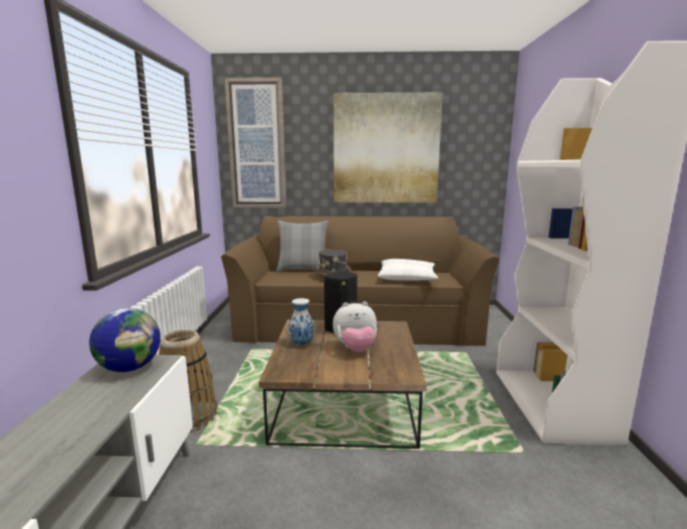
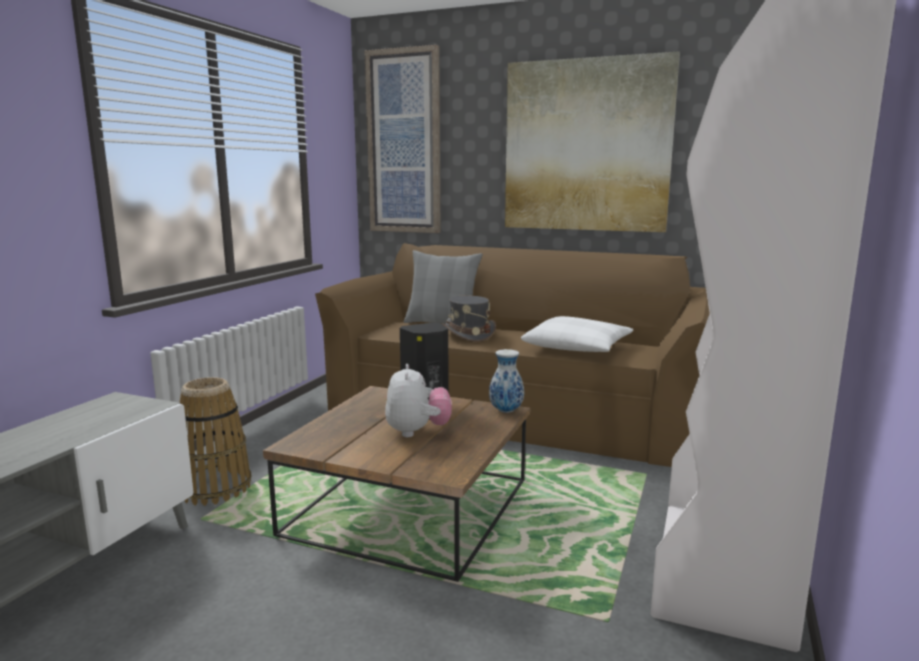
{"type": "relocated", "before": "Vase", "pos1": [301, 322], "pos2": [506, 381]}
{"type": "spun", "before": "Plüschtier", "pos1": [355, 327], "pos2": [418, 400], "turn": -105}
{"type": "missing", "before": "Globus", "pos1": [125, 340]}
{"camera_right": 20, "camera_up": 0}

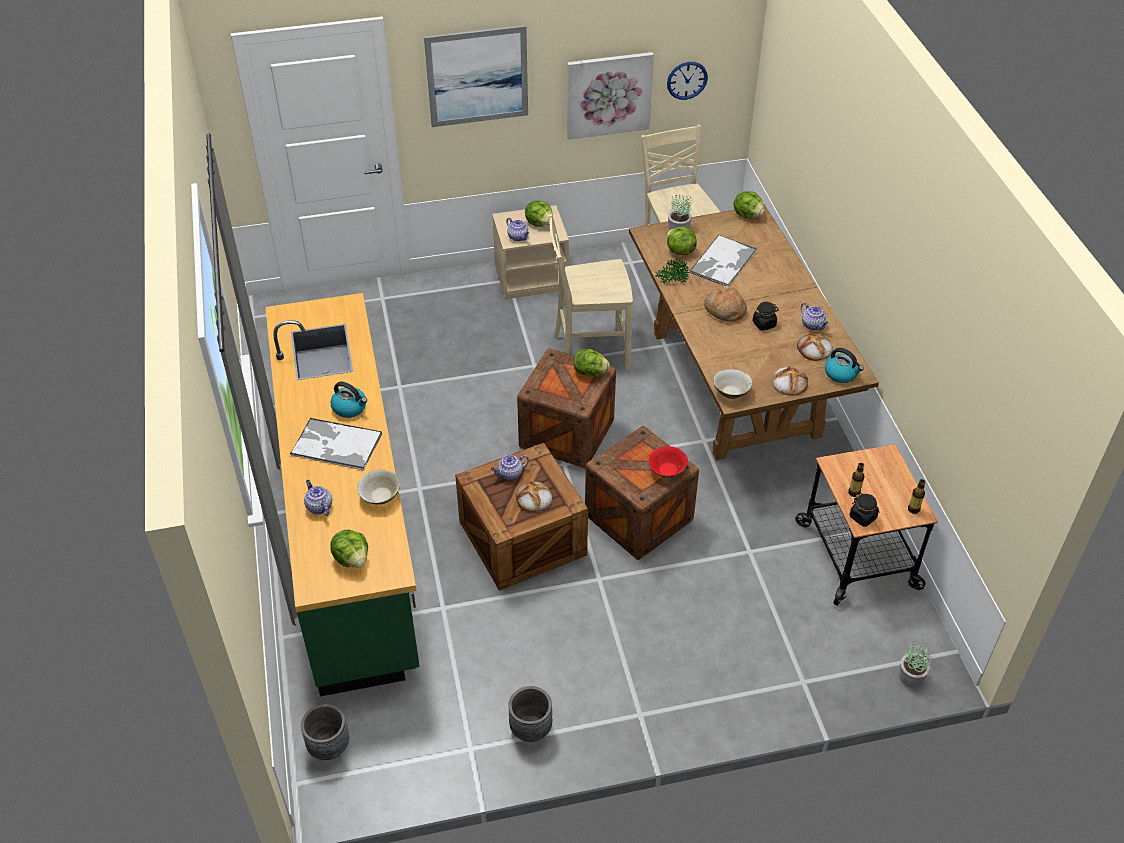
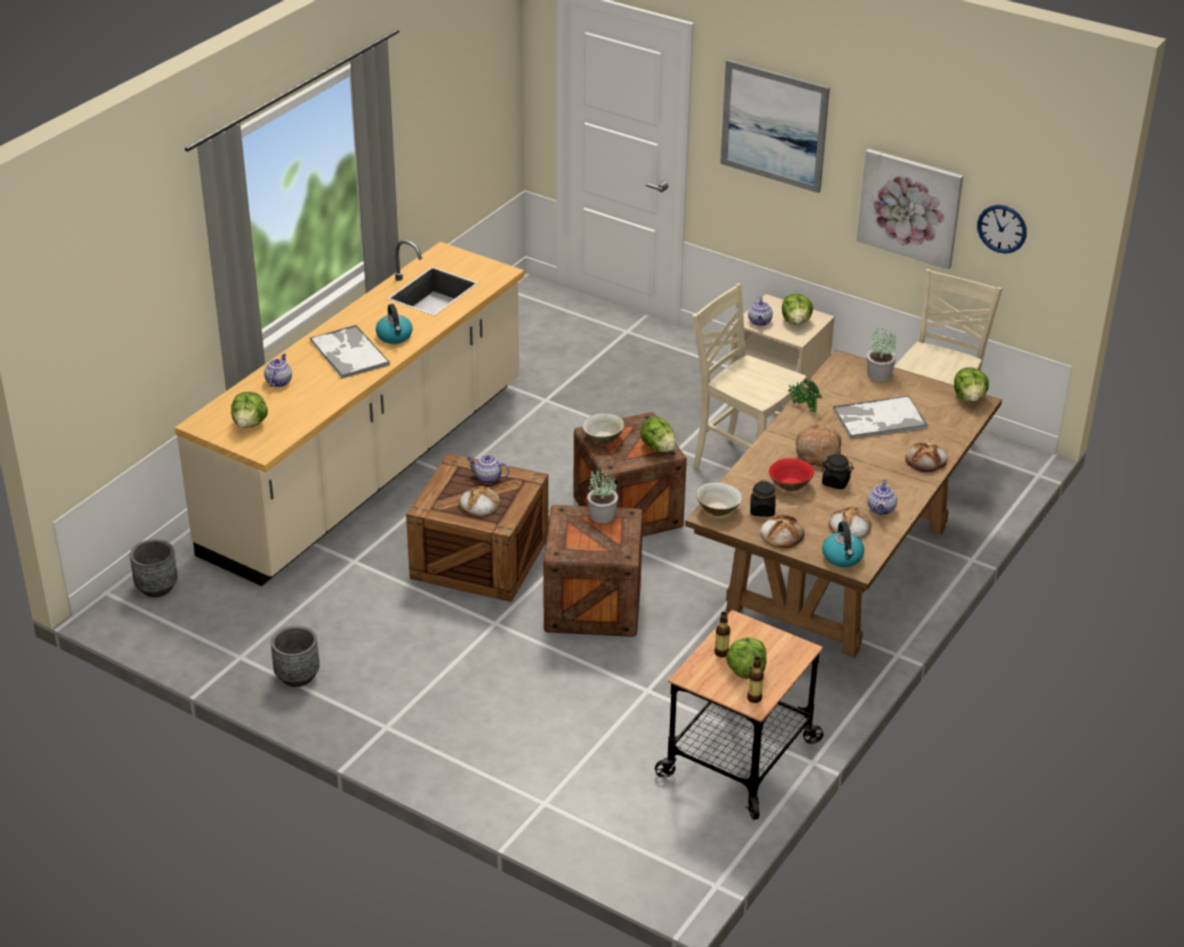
{"type": "relocated", "before": "Salatkopf", "pos1": [682, 241], "pos2": [746, 658]}
{"type": "colour", "before": "Küchenzeile [grün]", "after": "Küchenzeile [beige]", "pos1": [342, 494], "pos2": [349, 413]}
{"type": "relocated", "before": "Schüssel [rot]", "pos1": [668, 462], "pos2": [791, 474]}
{"type": "relocated", "before": "Schüssel [beige]", "pos1": [378, 487], "pos2": [603, 428]}
{"type": "relocated", "before": "Vorratsglas [schwarz]", "pos1": [865, 510], "pos2": [763, 498]}
{"type": "relocated", "before": "Topfpflanze", "pos1": [916, 663], "pos2": [602, 495]}
{"type": "appeared", "after": "Brot", "pos2": [926, 457]}
{"camera_right": 45, "camera_up": -10}

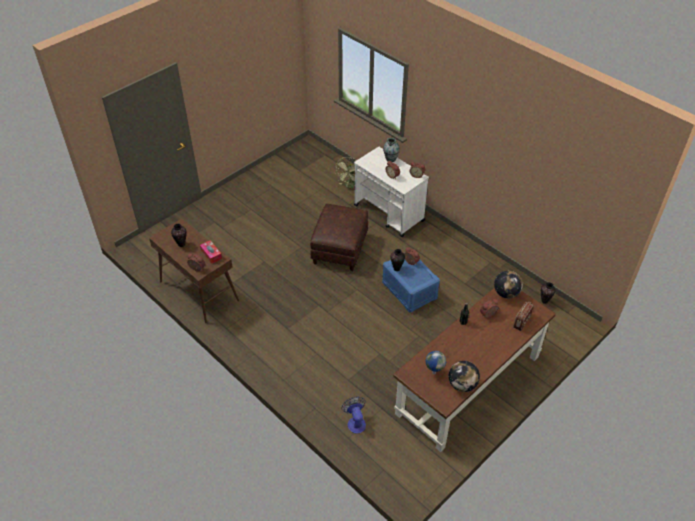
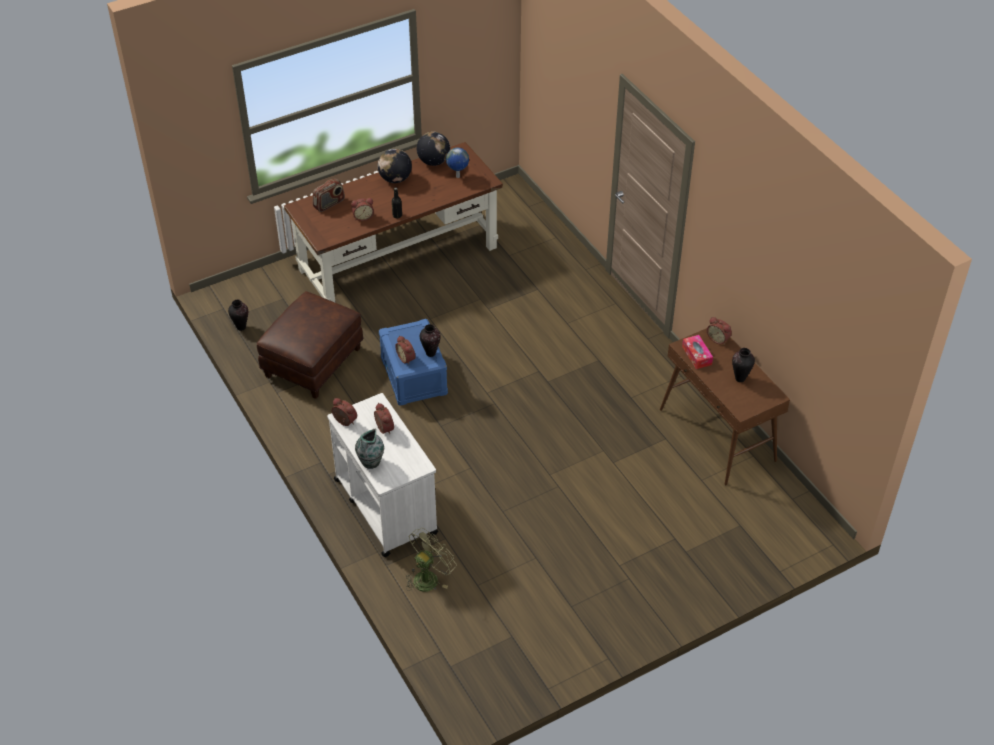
{"type": "relocated", "before": "Polsterhocker [braun]", "pos1": [339, 237], "pos2": [310, 345]}
{"type": "relocated", "before": "Globus", "pos1": [508, 285], "pos2": [395, 166]}
{"type": "missing", "before": "Ventilator", "pos1": [353, 414]}
{"camera_right": -165, "camera_up": 0}

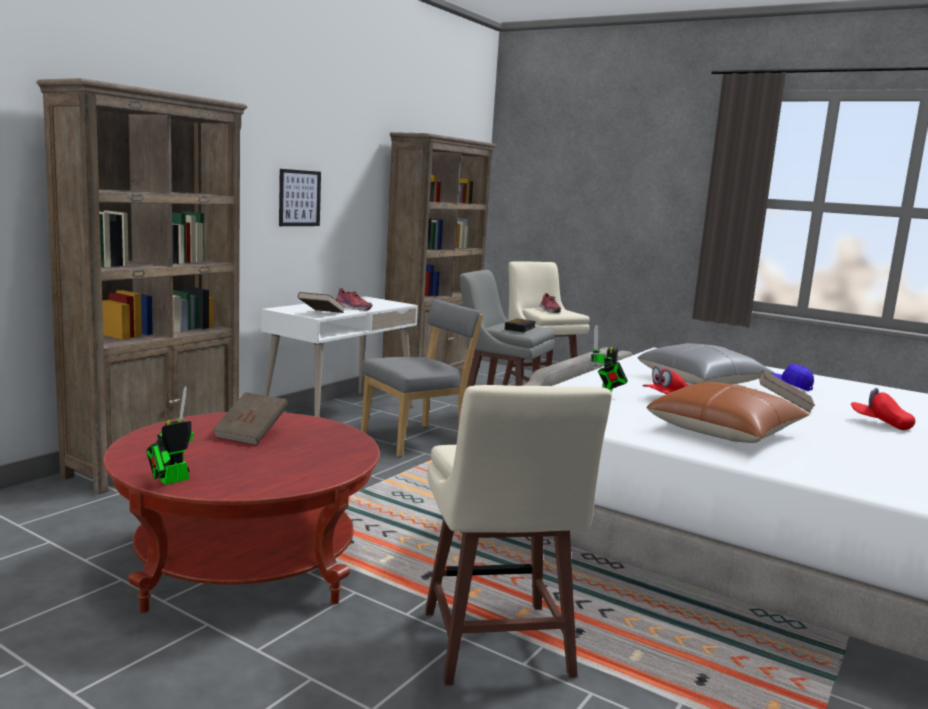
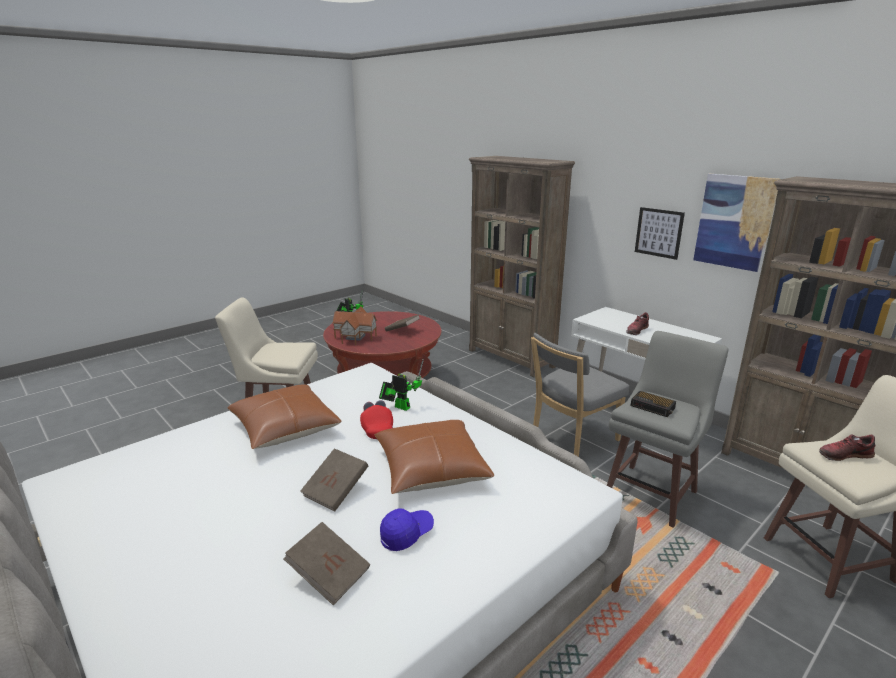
{"type": "relocated", "before": "Buch [braun]", "pos1": [321, 302], "pos2": [326, 563]}
{"type": "spun", "before": "Stuhl [grau]", "pos1": [422, 378], "pos2": [580, 395], "turn": 75}
{"type": "colour", "before": "Kissen [grau]", "after": "Kissen [braun]", "pos1": [706, 363], "pos2": [434, 457]}
{"type": "missing", "before": "Kappe [rot]", "pos1": [883, 409]}
{"type": "appeared", "after": "Bild", "pos2": [736, 223]}
{"type": "appeared", "after": "Spielzeughaus", "pos2": [354, 325]}
{"camera_right": 105, "camera_up": 10}

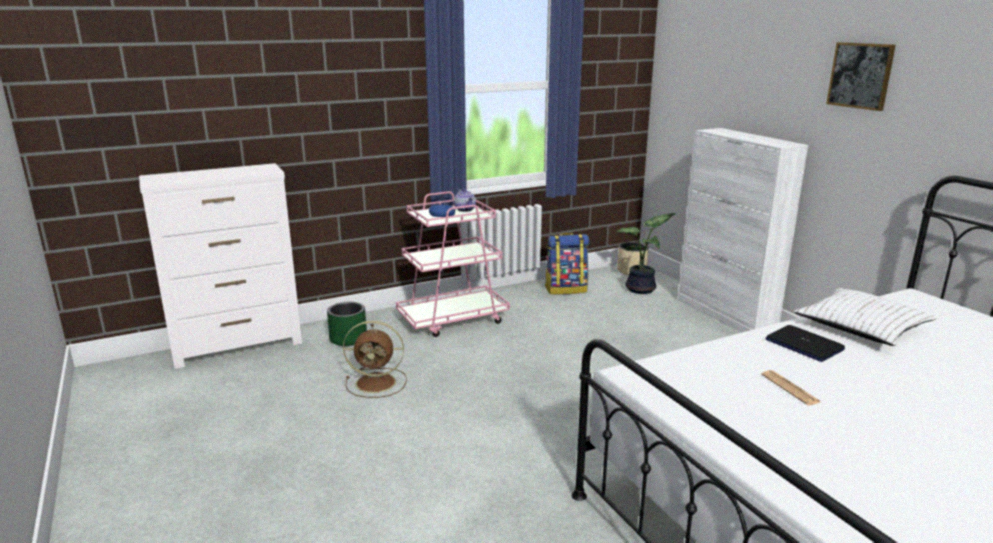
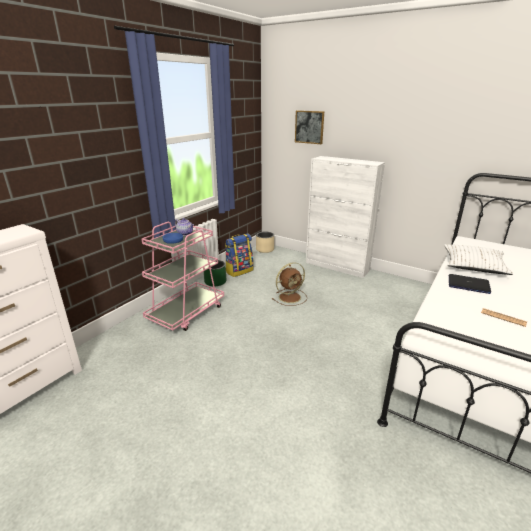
{"type": "relocated", "before": "Bild", "pos1": [861, 76], "pos2": [309, 127]}
{"type": "missing", "before": "Topfpflanze", "pos1": [646, 253]}
{"type": "relocated", "before": "Pflanzkübel [grün]", "pos1": [347, 324], "pos2": [215, 273]}
{"type": "relocated", "before": "Ventilator [braun]", "pos1": [375, 359], "pos2": [289, 284]}
{"camera_right": -30, "camera_up": 5}

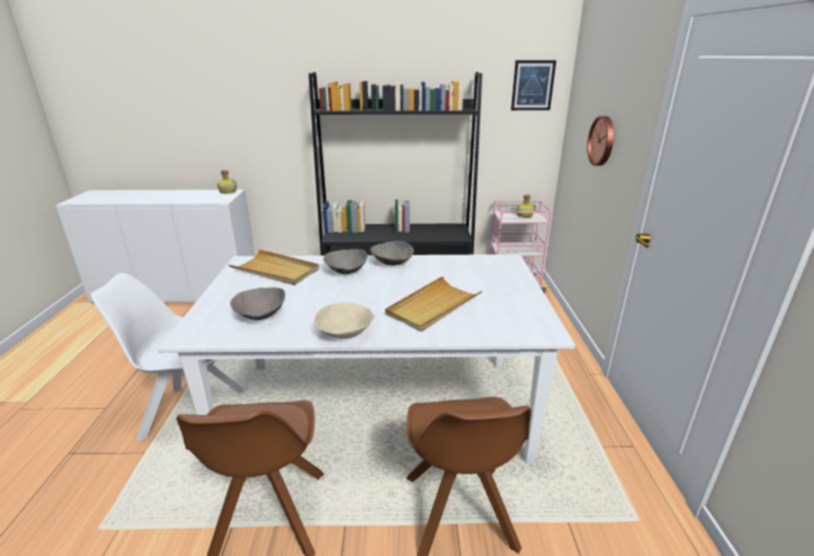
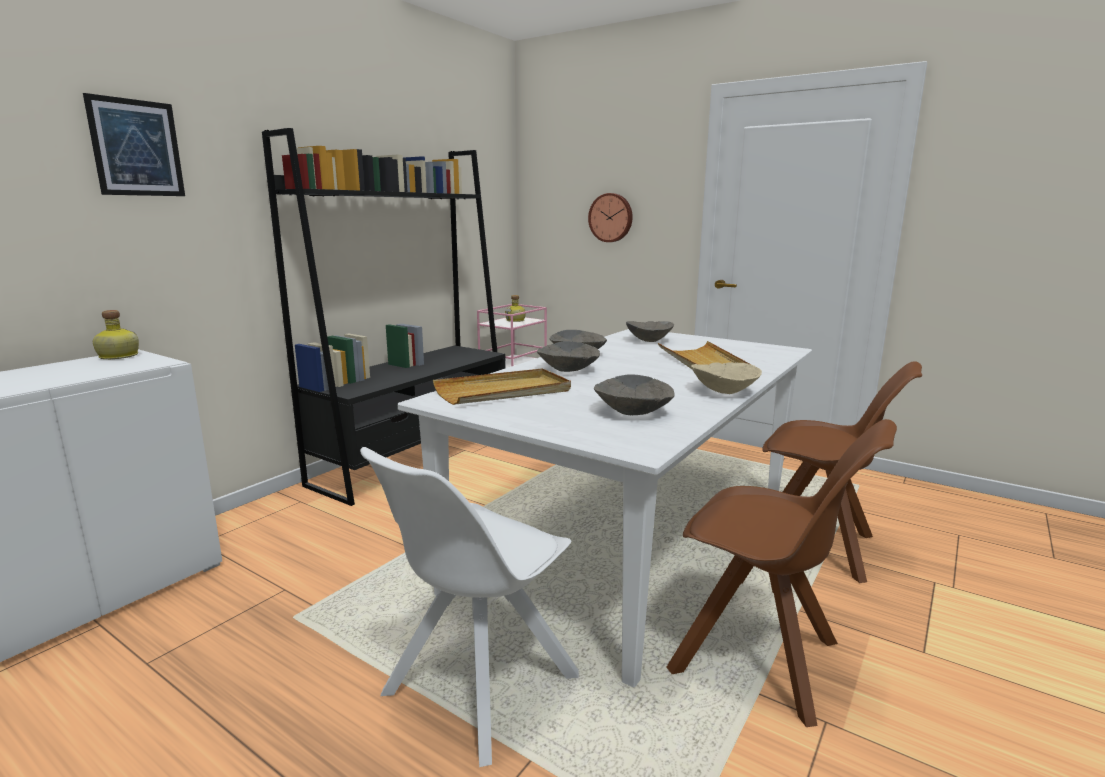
{"type": "relocated", "before": "Bild", "pos1": [533, 85], "pos2": [134, 144]}
{"type": "appeared", "after": "Schüssel [grau]", "pos2": [650, 331]}
{"camera_right": -55, "camera_up": -10}

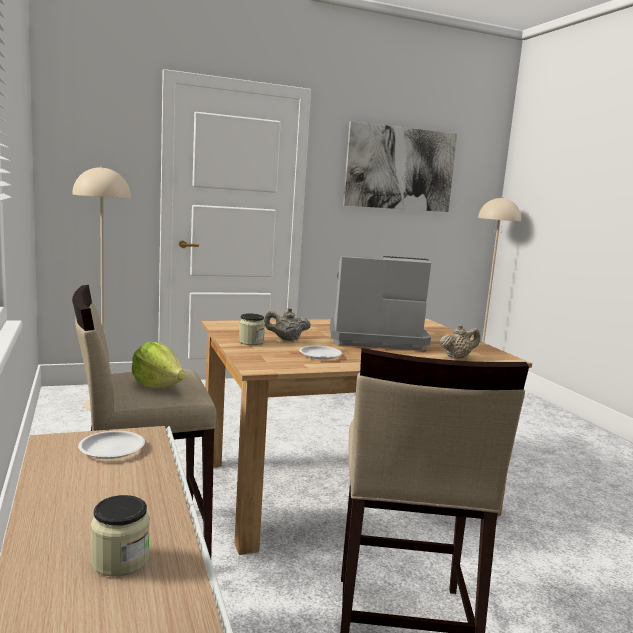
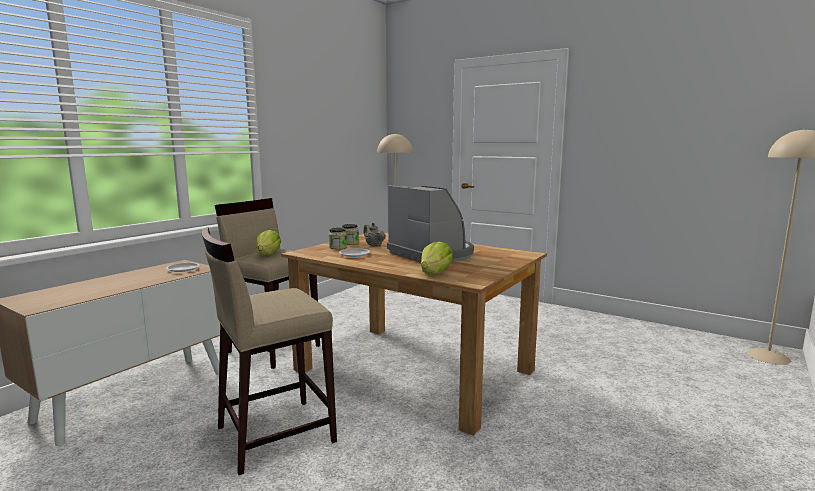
{"type": "missing", "before": "Bild", "pos1": [400, 166]}
{"type": "exchanged", "before": "Teekanne [beige]", "after": "Salatkopf", "pos1": [460, 341], "pos2": [436, 257]}
{"type": "relocated", "before": "Vorratsglas", "pos1": [120, 536], "pos2": [338, 238]}
{"camera_right": 55, "camera_up": 0}

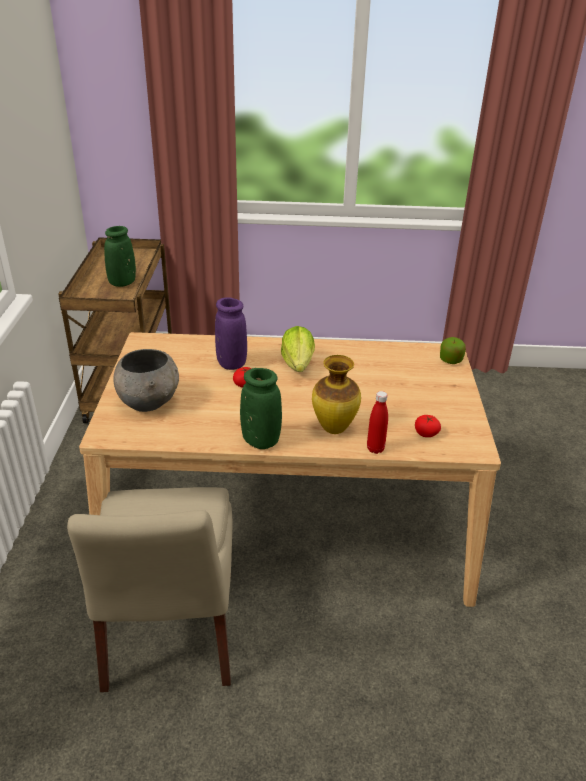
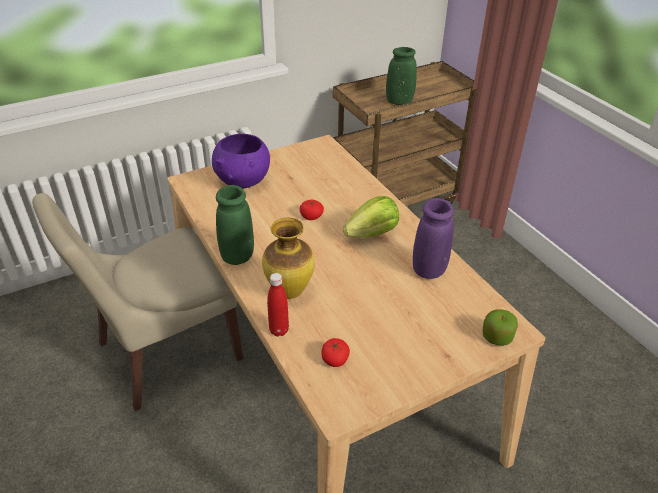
{"type": "relocated", "before": "Vase [lila]", "pos1": [231, 333], "pos2": [433, 238]}
{"type": "colour", "before": "Schüssel [grau]", "after": "Schüssel [lila]", "pos1": [146, 380], "pos2": [241, 161]}
{"camera_right": 60, "camera_up": 5}

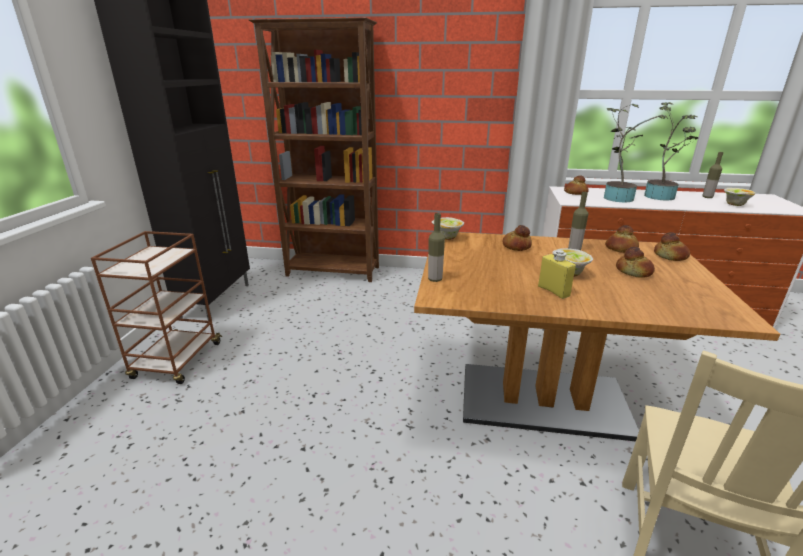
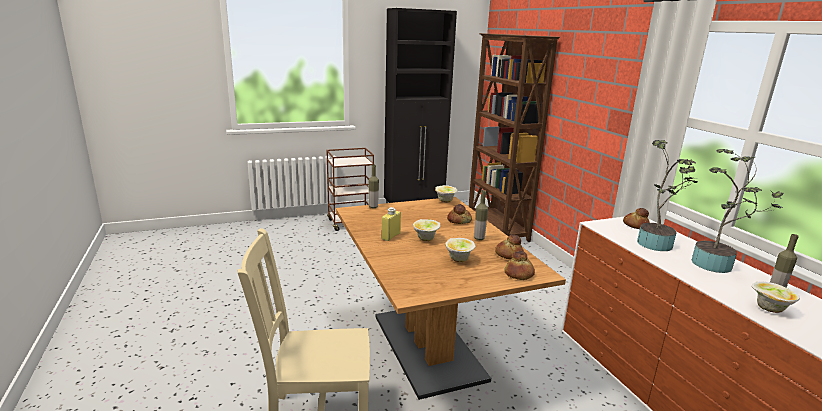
{"type": "exchanged", "before": "Brot", "after": "Schüssel", "pos1": [635, 262], "pos2": [460, 250]}
{"camera_right": 60, "camera_up": -5}

